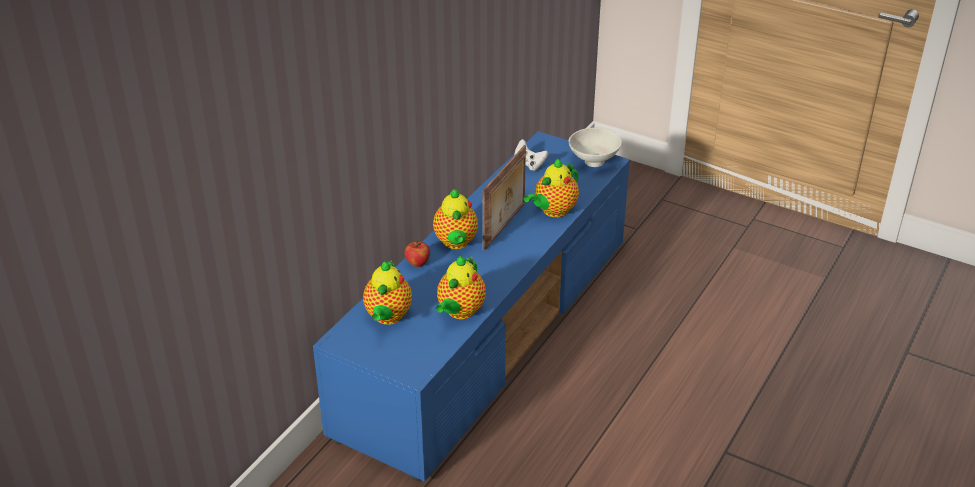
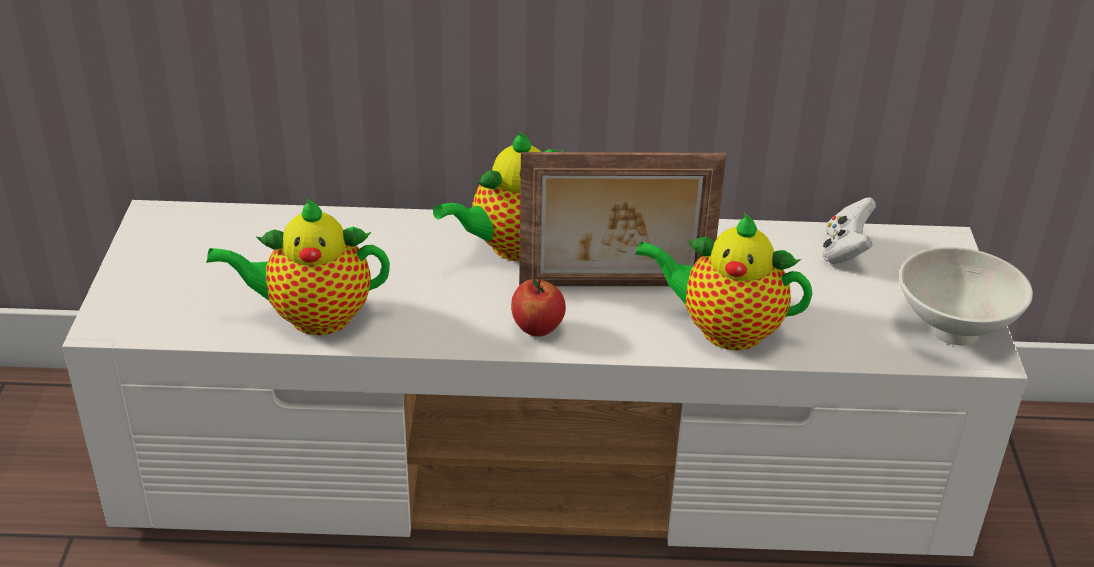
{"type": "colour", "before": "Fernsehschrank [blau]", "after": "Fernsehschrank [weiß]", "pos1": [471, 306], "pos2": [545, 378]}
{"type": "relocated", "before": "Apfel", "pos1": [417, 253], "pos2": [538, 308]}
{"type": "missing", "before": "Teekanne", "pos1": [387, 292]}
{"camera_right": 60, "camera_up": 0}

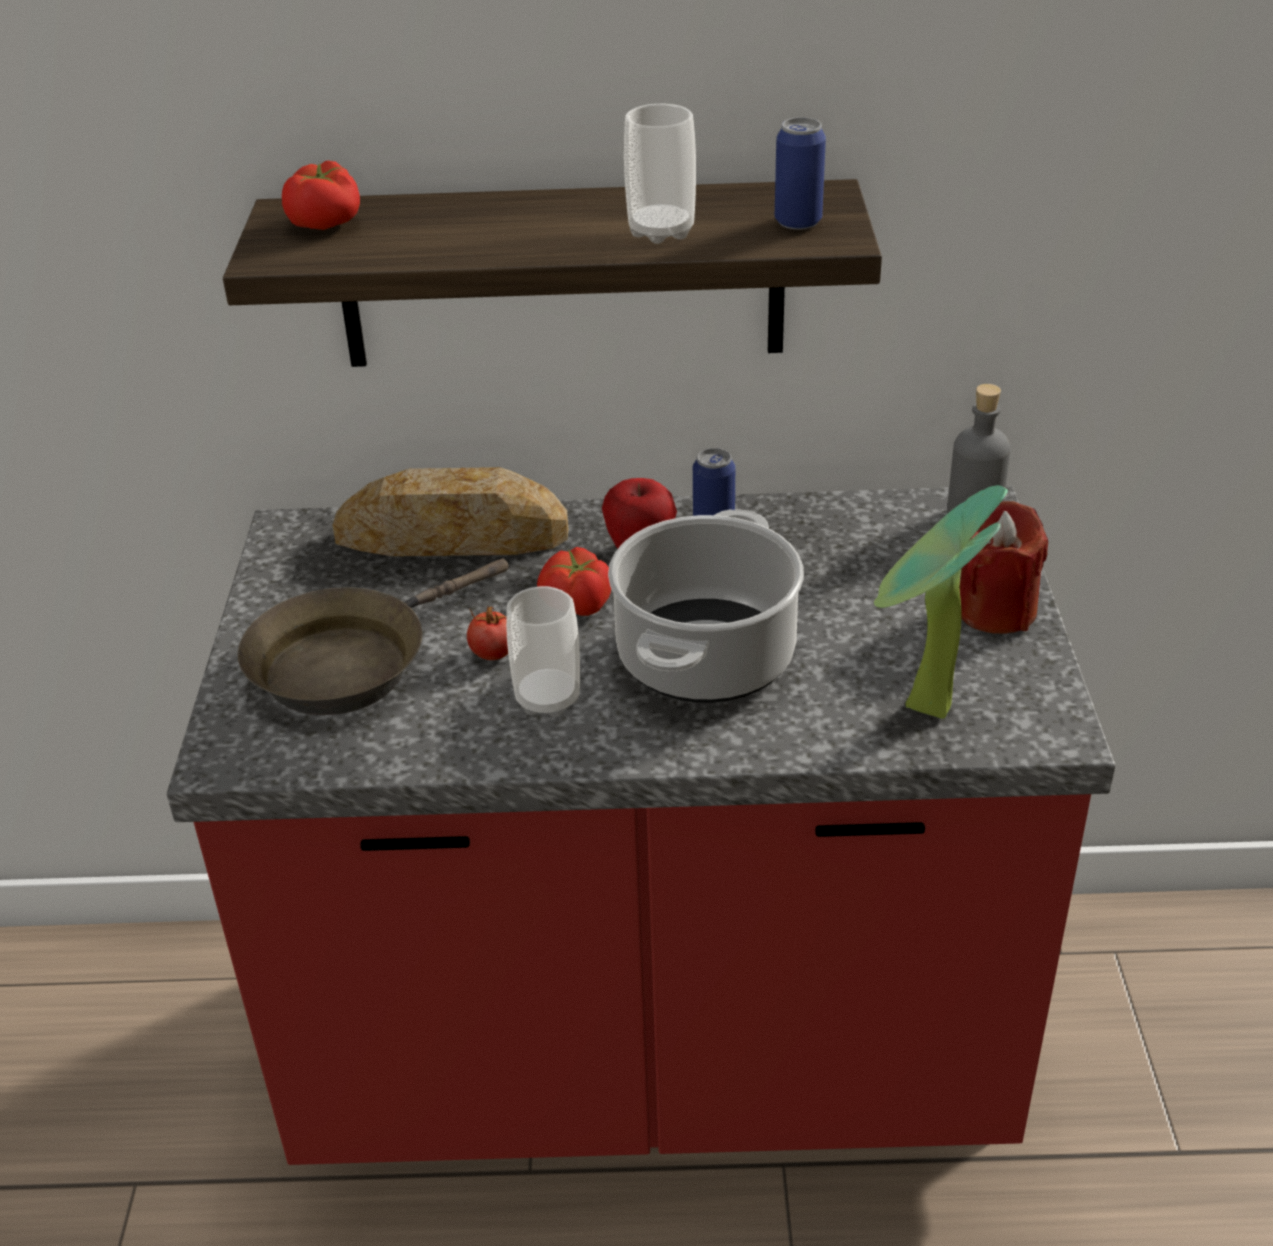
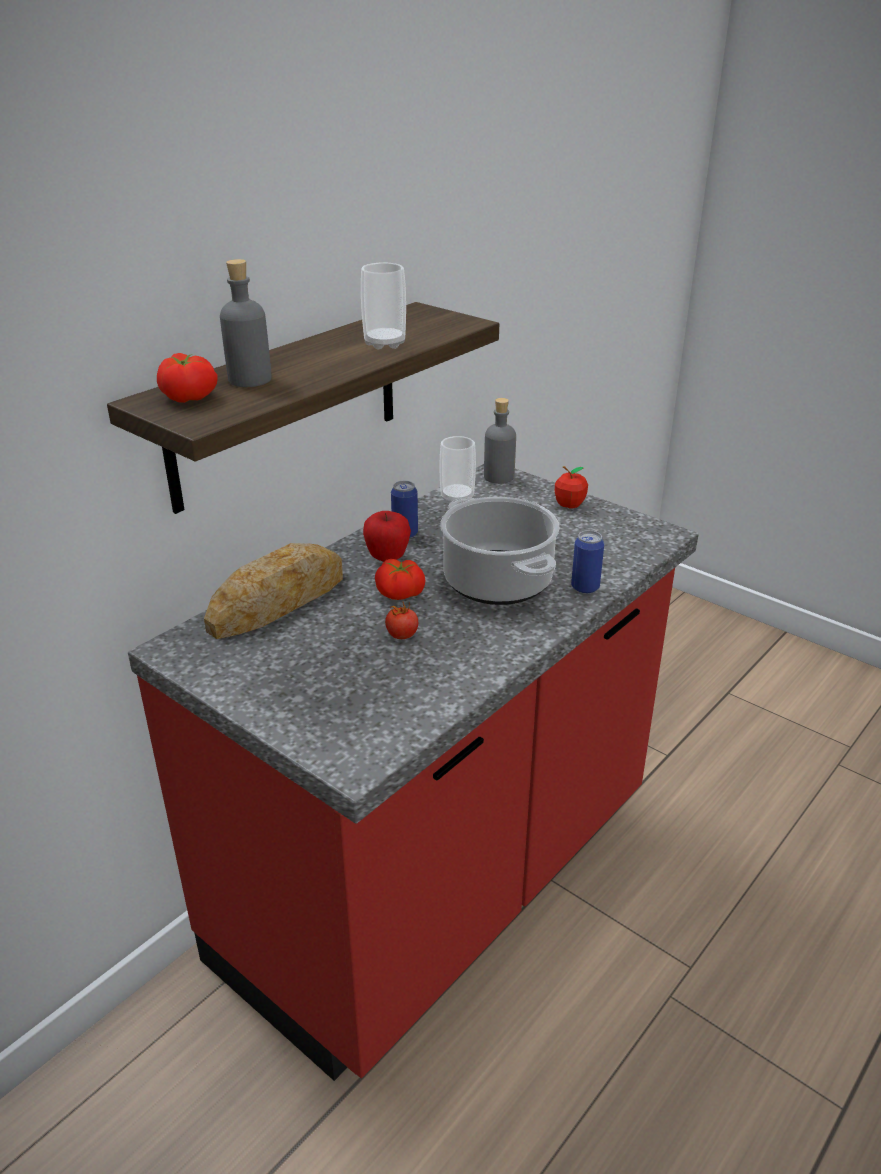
{"type": "relocated", "before": "Dose", "pos1": [800, 173], "pos2": [587, 562]}
{"type": "missing", "before": "Topfpflanze", "pos1": [941, 602]}
{"type": "exchanged", "before": "Kerze [rot]", "after": "Apfel", "pos1": [1004, 567], "pos2": [571, 487]}
{"type": "missing", "before": "Pfanne [braun]", "pos1": [373, 636]}
{"type": "relocated", "before": "Tasse", "pos1": [543, 651], "pos2": [458, 469]}
{"type": "appeared", "after": "Flasche [grau]", "pos2": [246, 323]}
{"camera_right": -50, "camera_up": -5}

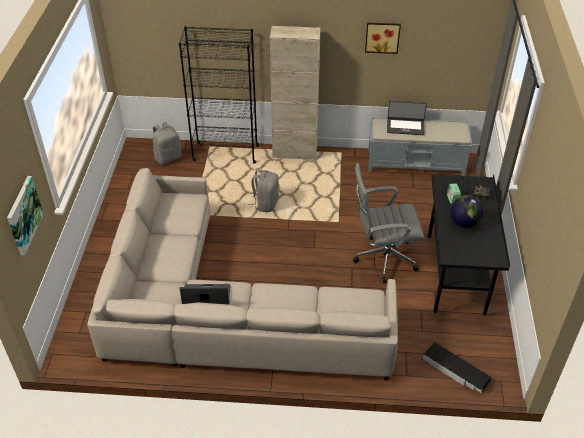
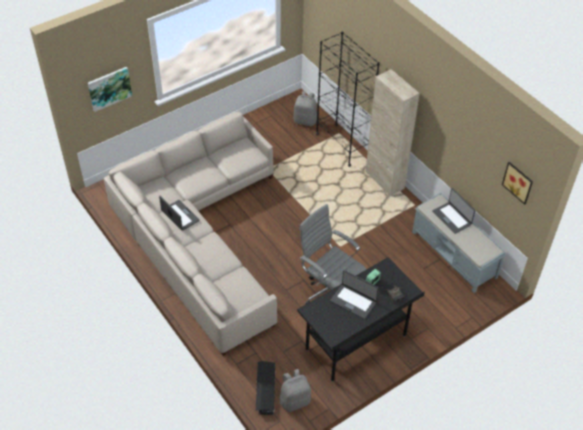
{"type": "relocated", "before": "Bild", "pos1": [383, 38], "pos2": [517, 183]}
{"type": "relocated", "before": "Rucksack [grau]", "pos1": [263, 190], "pos2": [295, 390]}
{"type": "exchanged", "before": "Globus", "after": "Laptop", "pos1": [466, 211], "pos2": [354, 294]}
{"camera_right": 50, "camera_up": 5}

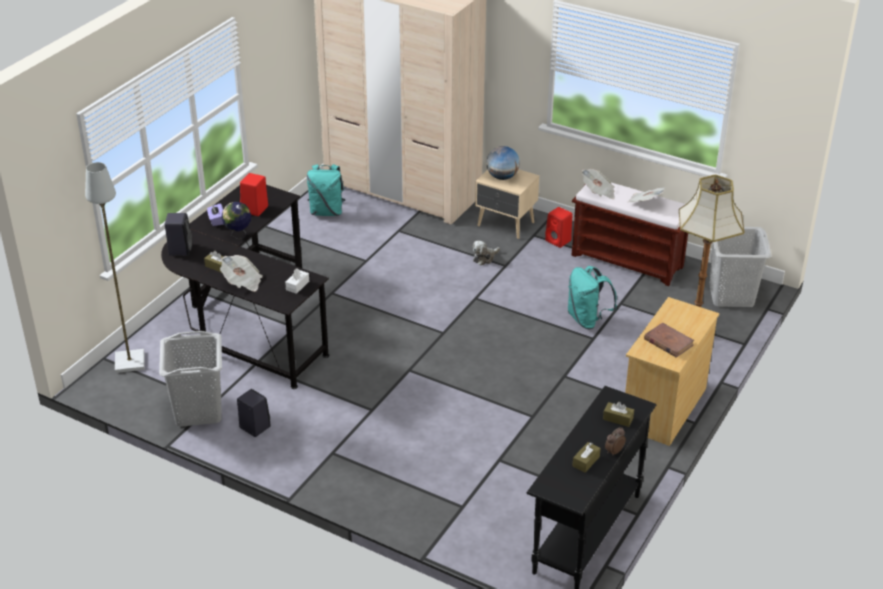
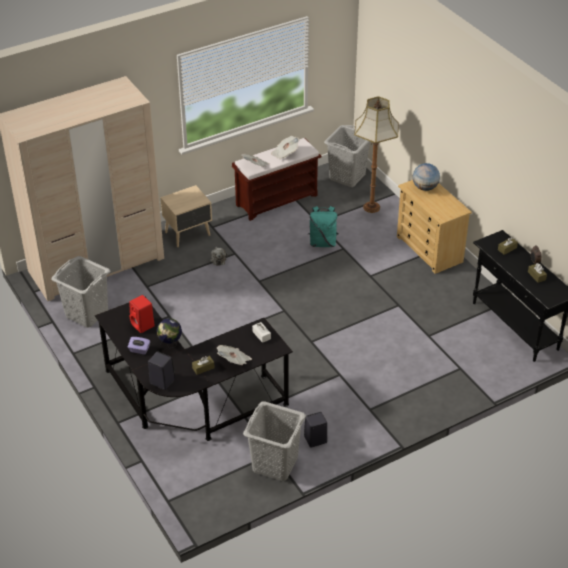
{"type": "relocated", "before": "Globus", "pos1": [503, 163], "pos2": [426, 177]}
{"type": "missing", "before": "Stehlampe [grau]", "pos1": [115, 267]}
{"type": "exchanged", "before": "Rucksack [türkis]", "after": "Wäschekorb [grau]", "pos1": [326, 190], "pos2": [80, 292]}
{"type": "missing", "before": "Lautsprecher [rot]", "pos1": [559, 227]}
{"type": "missing", "before": "Buch [braun]", "pos1": [669, 340]}
{"camera_right": -60, "camera_up": 5}

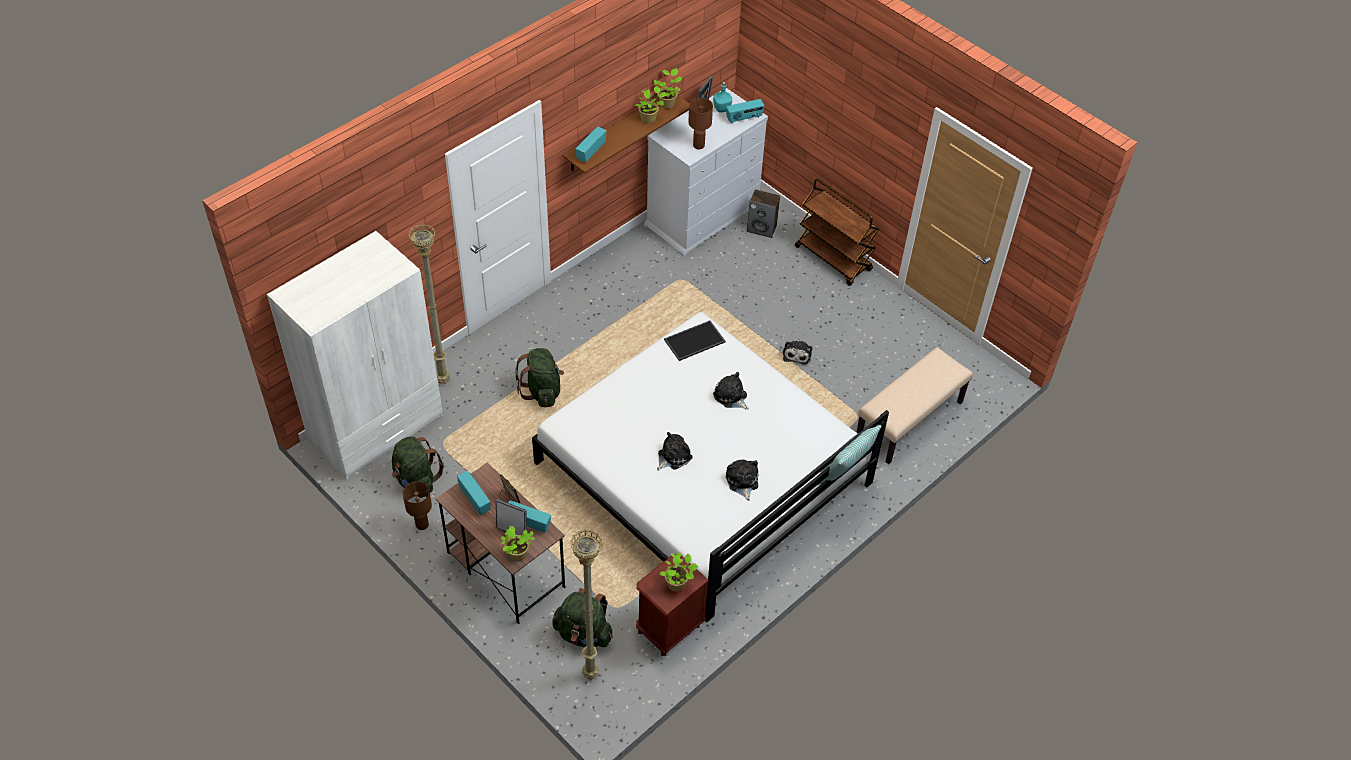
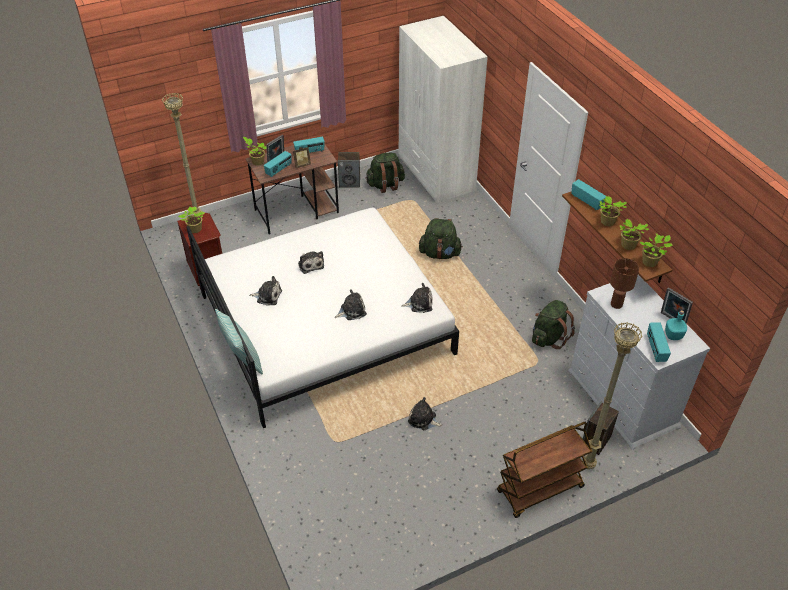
{"type": "relocated", "before": "Stehlampe [beige]", "pos1": [429, 304], "pos2": [612, 396]}
{"type": "exchanged", "before": "Tablett", "after": "Plüschtier", "pos1": [695, 341], "pos2": [417, 298]}
{"type": "missing", "before": "Bank [beige]", "pos1": [914, 405]}
{"type": "exchanged", "before": "Tischlampe [braun]", "after": "Lautsprecher", "pos1": [417, 505], "pos2": [349, 169]}
{"type": "relocated", "before": "Rucksack [grün]", "pos1": [582, 617], "pos2": [553, 324]}
{"type": "appeared", "after": "Topfpflanze", "pos2": [613, 211]}
{"camera_right": 110, "camera_up": -5}

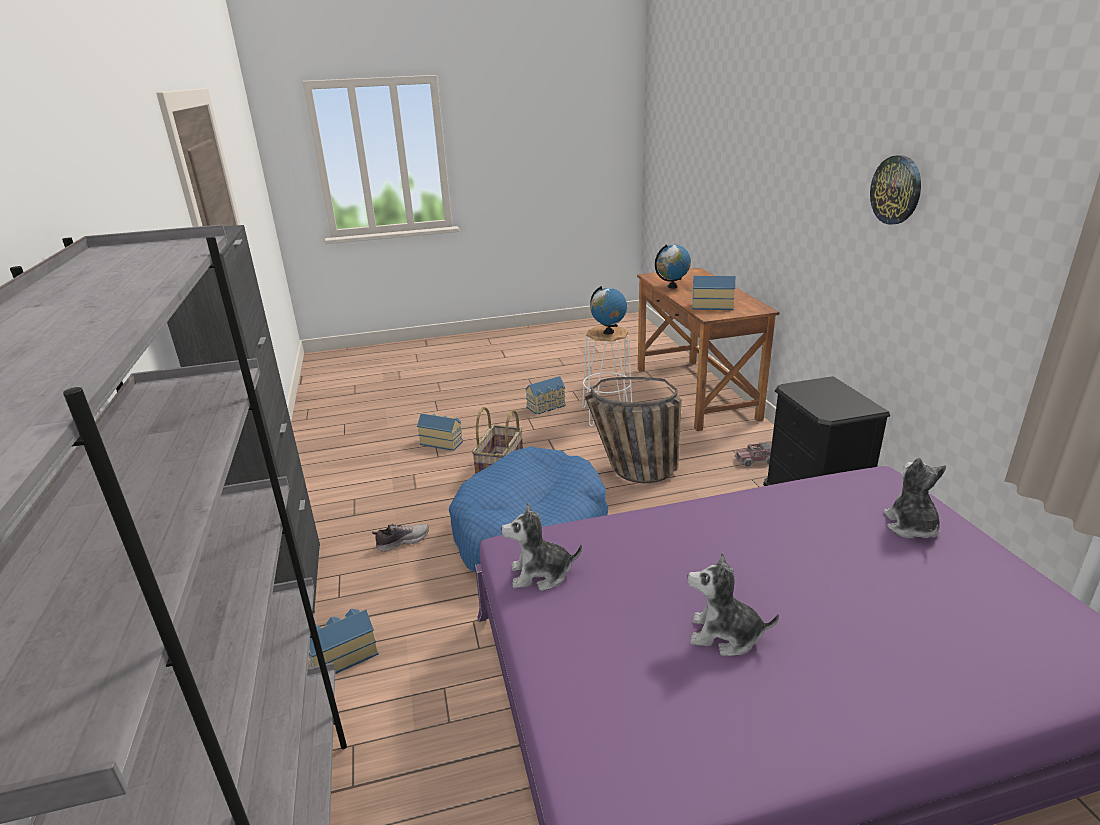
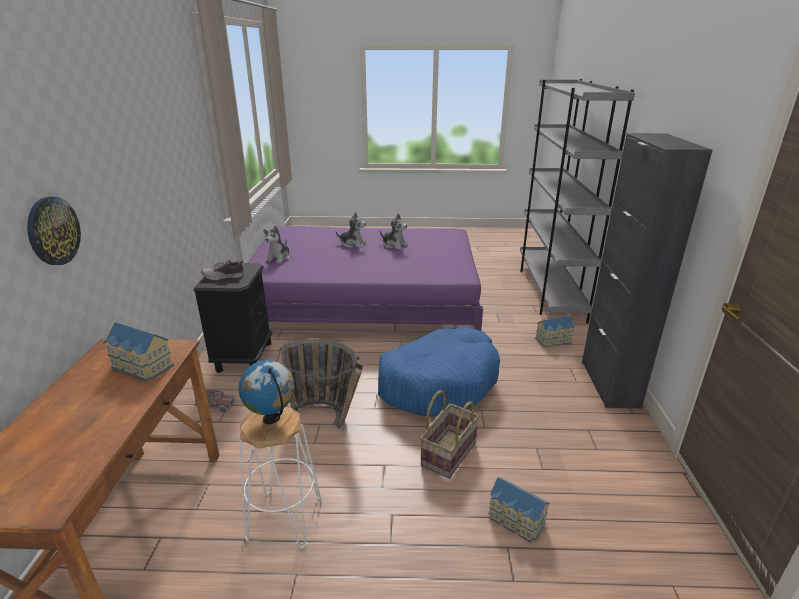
{"type": "relocated", "before": "Wanduhr", "pos1": [895, 190], "pos2": [54, 231]}
{"type": "missing", "before": "Globus", "pos1": [673, 266]}
{"type": "missing", "before": "Spielzeughaus", "pos1": [545, 395]}
{"type": "relocated", "before": "Plüschtier", "pos1": [541, 546], "pos2": [351, 230]}
{"type": "relocated", "before": "Schuh", "pos1": [400, 537], "pos2": [222, 270]}
{"camera_right": -165, "camera_up": 0}

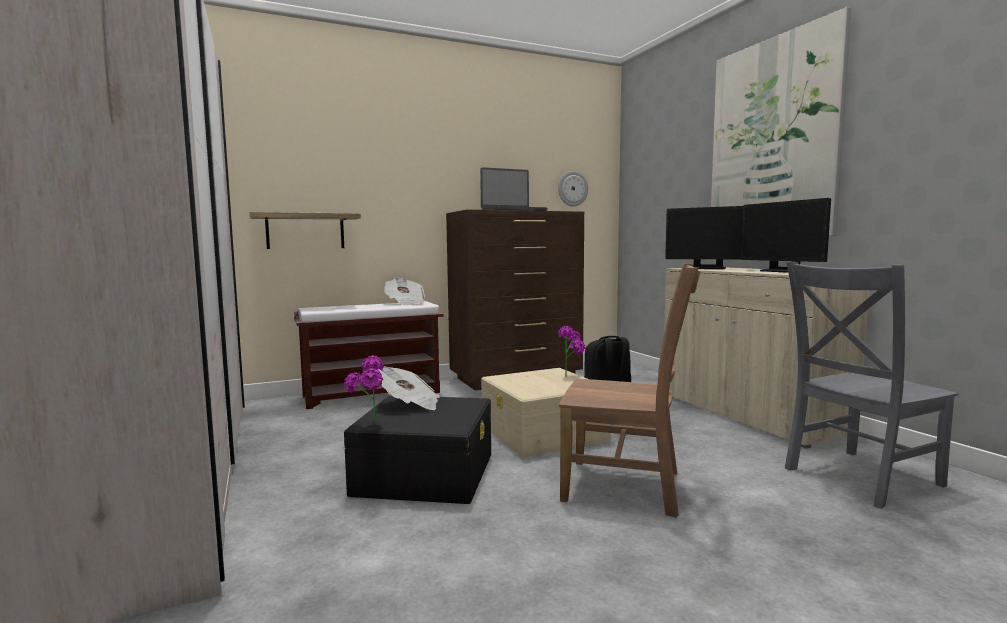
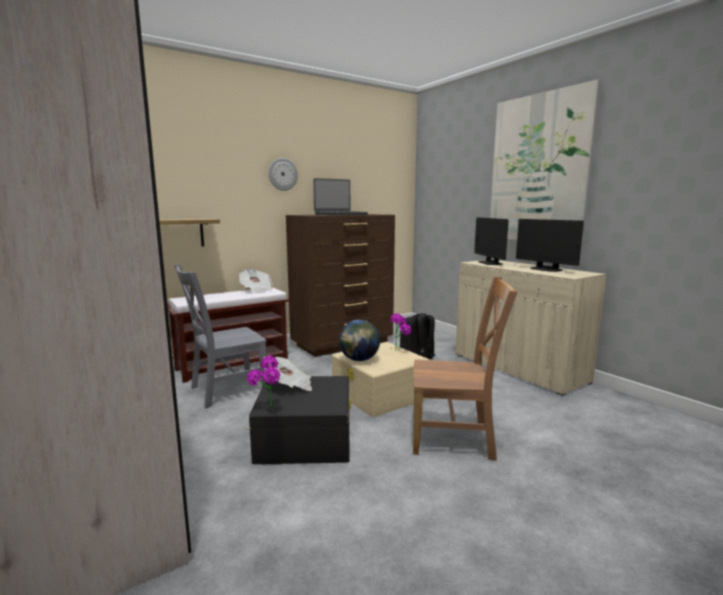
{"type": "relocated", "before": "Wanduhr", "pos1": [573, 189], "pos2": [283, 174]}
{"type": "spun", "before": "Monitor", "pos1": [704, 237], "pos2": [491, 241], "turn": 60}
{"type": "relocated", "before": "Stuhl [grau]", "pos1": [871, 385], "pos2": [220, 336]}
{"type": "appeared", "after": "Globus", "pos2": [359, 340]}
{"camera_right": -10, "camera_up": 5}

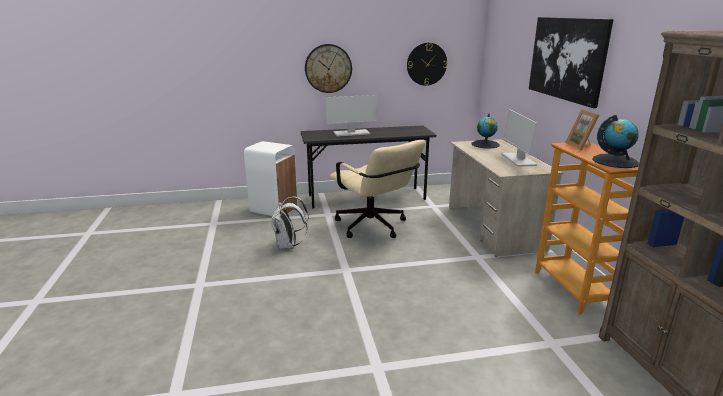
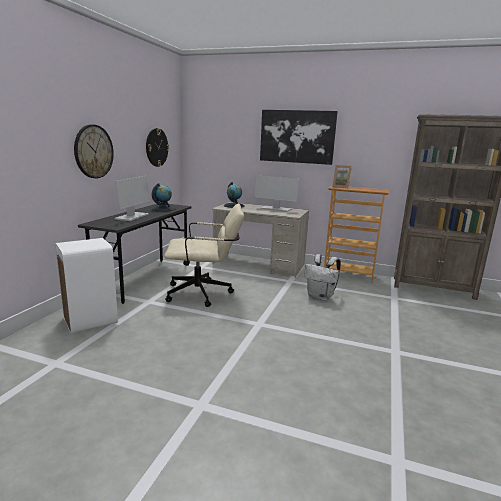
{"type": "relocated", "before": "Globus", "pos1": [615, 141], "pos2": [163, 197]}
{"type": "relocated", "before": "Rucksack [weiß]", "pos1": [290, 223], "pos2": [322, 277]}
{"camera_right": -60, "camera_up": -5}

